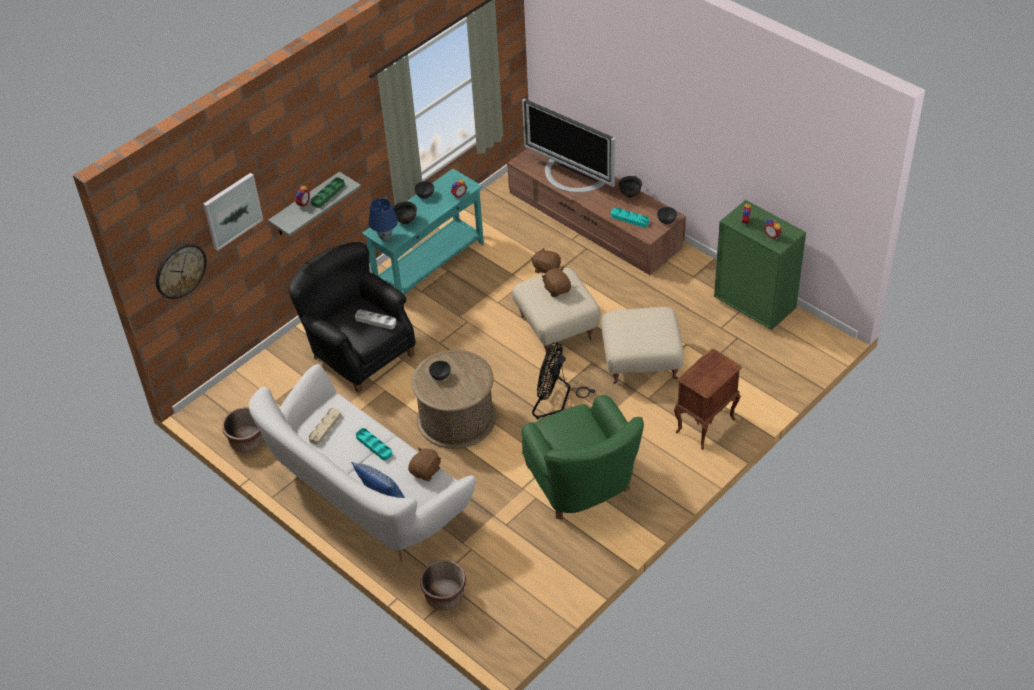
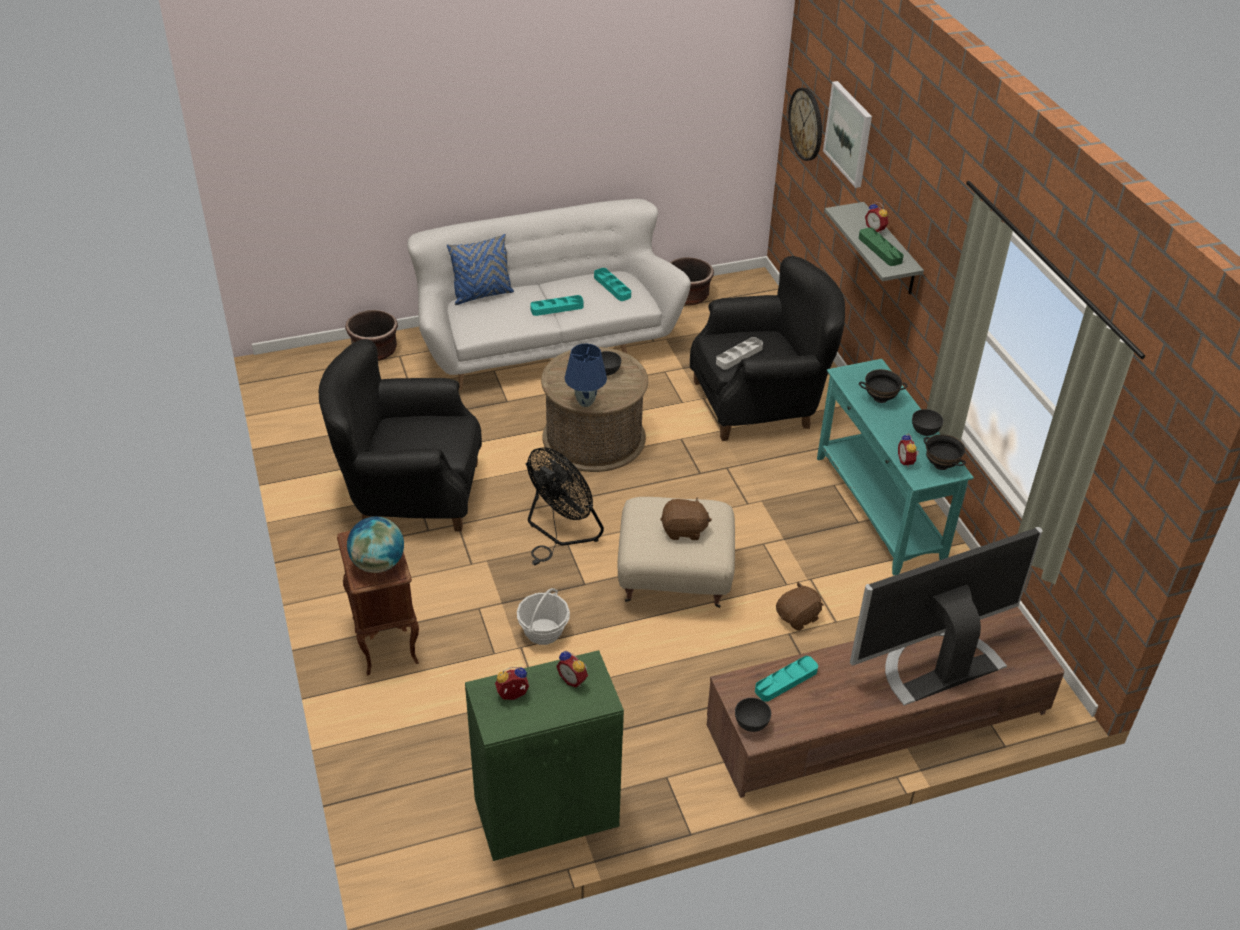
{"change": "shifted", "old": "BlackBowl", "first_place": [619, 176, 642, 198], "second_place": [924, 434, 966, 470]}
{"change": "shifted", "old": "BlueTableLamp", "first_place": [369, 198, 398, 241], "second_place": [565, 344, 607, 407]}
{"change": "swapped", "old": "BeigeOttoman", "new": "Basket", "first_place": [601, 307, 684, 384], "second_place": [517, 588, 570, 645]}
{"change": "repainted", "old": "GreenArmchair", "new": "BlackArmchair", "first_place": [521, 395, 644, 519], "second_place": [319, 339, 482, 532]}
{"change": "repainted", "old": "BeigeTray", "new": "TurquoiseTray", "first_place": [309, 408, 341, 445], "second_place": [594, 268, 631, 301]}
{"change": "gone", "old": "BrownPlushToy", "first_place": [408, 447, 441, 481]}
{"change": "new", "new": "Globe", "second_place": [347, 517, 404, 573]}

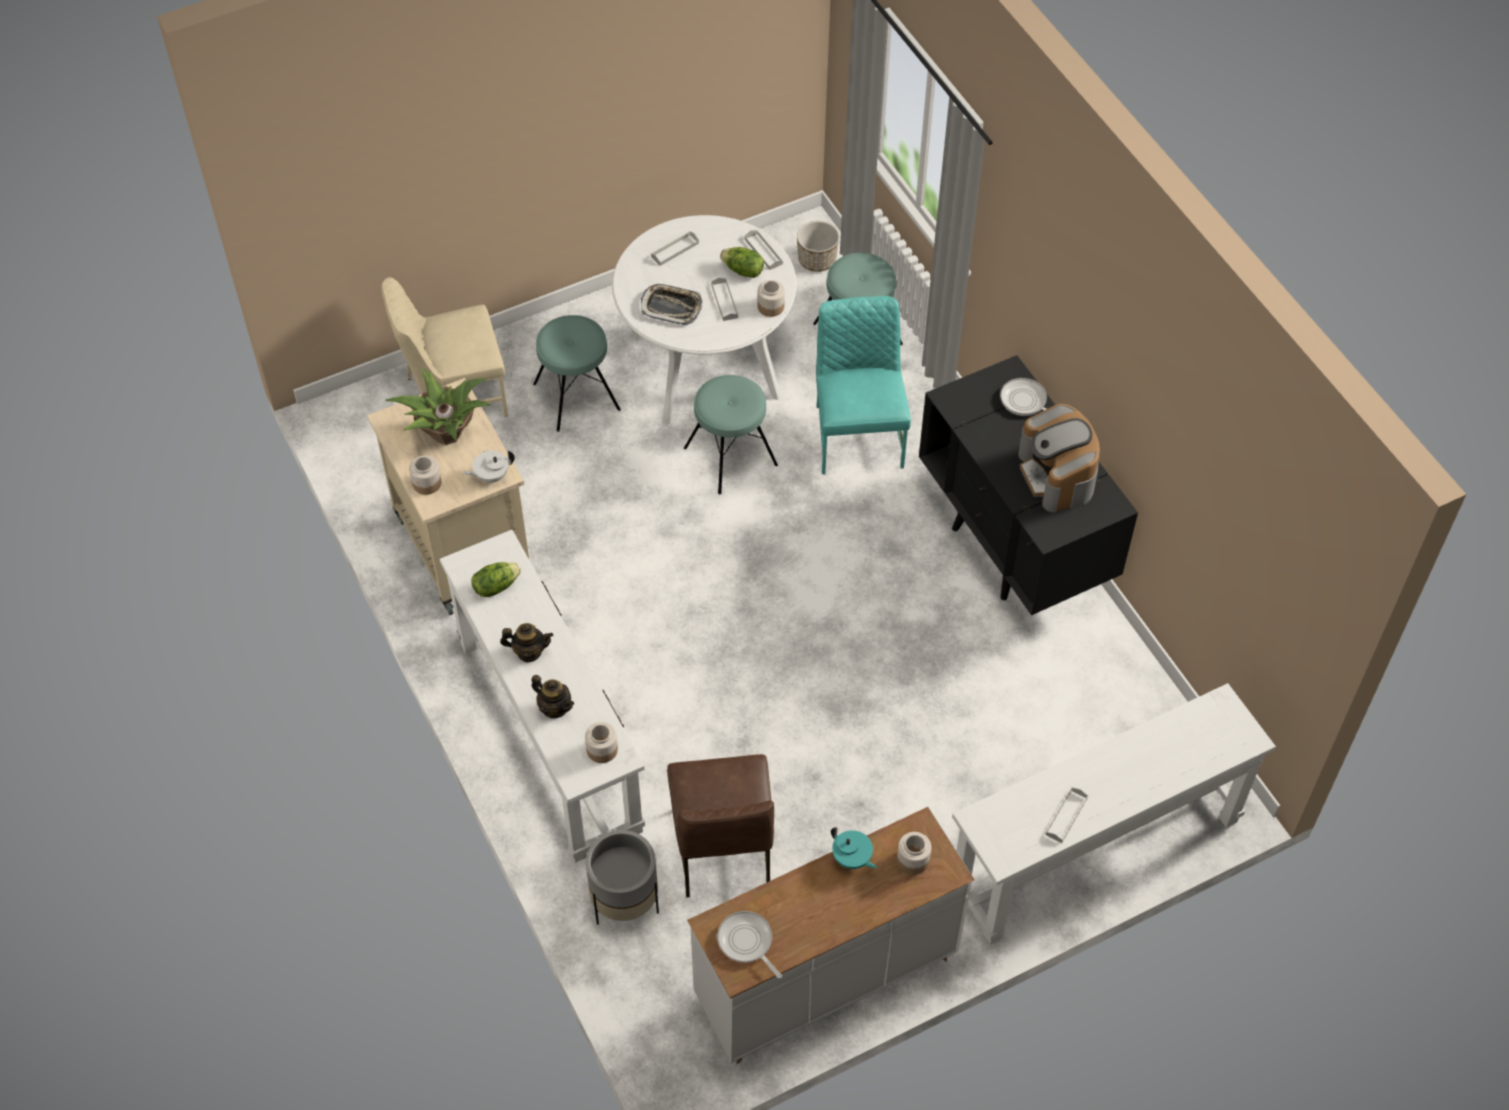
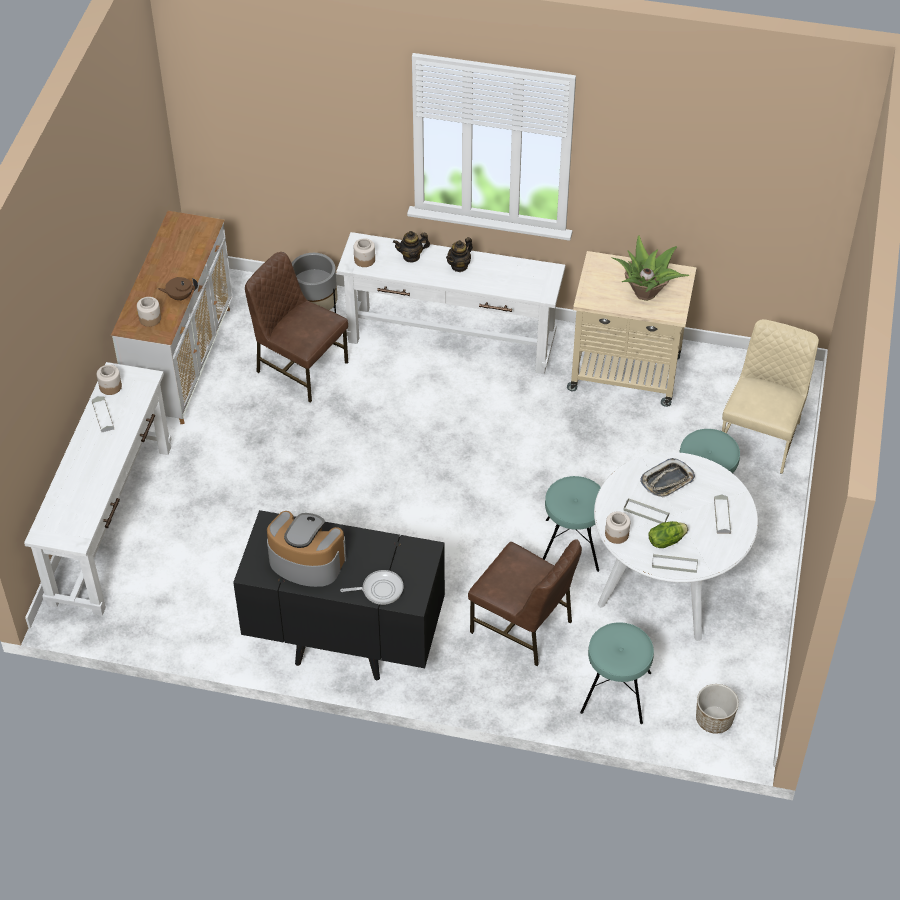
{"change": "repainted", "old": "TurquoiseChair", "new": "BrownChair", "first_place": [816, 296, 911, 474], "second_place": [468, 539, 582, 666]}
{"change": "gone", "old": "WhiteTeapot", "first_place": [463, 450, 515, 483]}
{"change": "shifted", "old": "Jar", "first_place": [409, 455, 441, 495], "second_place": [97, 365, 122, 395]}
{"change": "gone", "old": "Lettuce", "first_place": [471, 562, 521, 597]}
{"change": "repainted", "old": "TurquoiseTeapot", "new": "BrownTeapot", "first_place": [831, 827, 877, 869], "second_place": [158, 277, 198, 300]}
{"change": "gone", "old": "FryingPan", "first_place": [717, 911, 782, 979]}

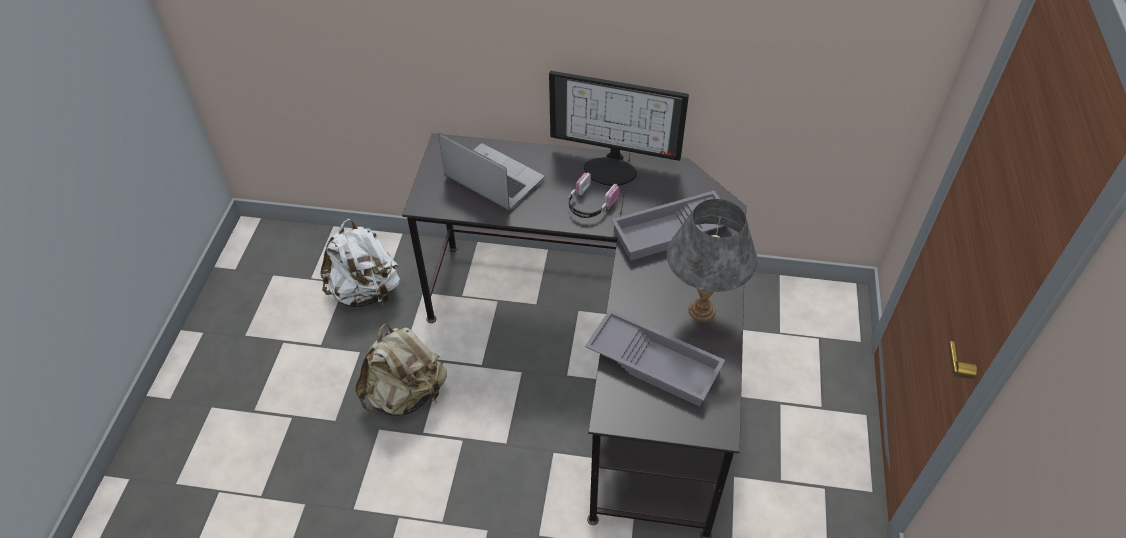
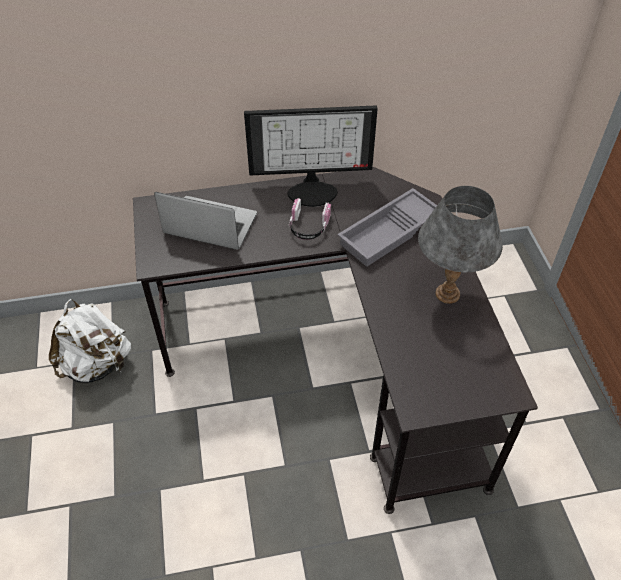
{"change": "gone", "old": "GreyTray", "first_place": [585, 309, 725, 407]}
{"change": "gone", "old": "BeigeBackpack", "first_place": [355, 323, 447, 416]}

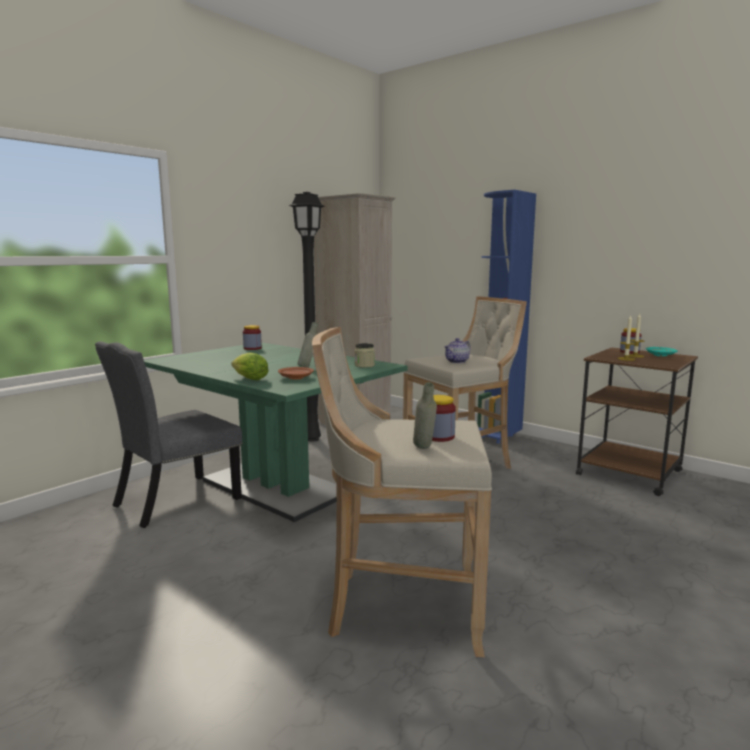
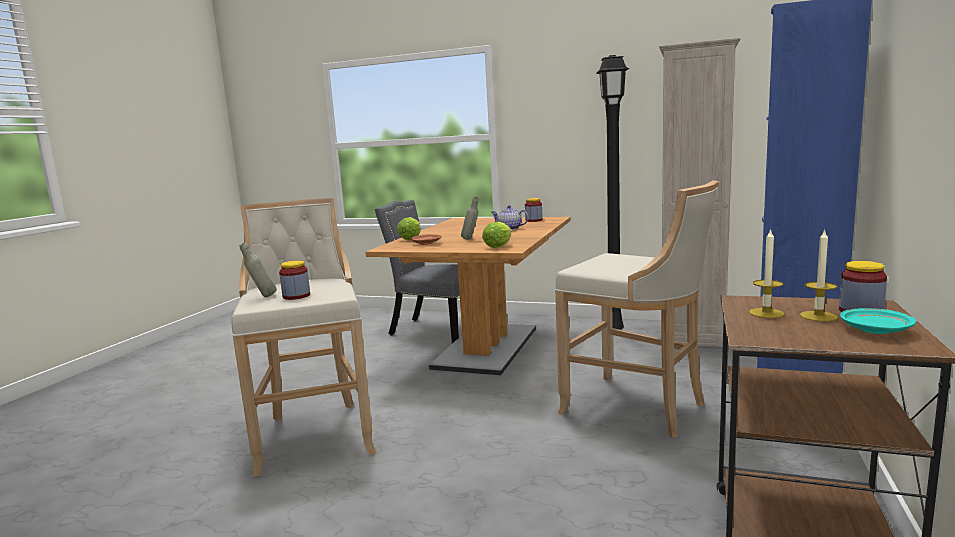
{"change": "shifted", "old": "Teapot", "first_place": [444, 338, 471, 363], "second_place": [491, 205, 529, 230]}
{"change": "repainted", "old": "GreenDiningTable", "new": "BrownDiningTable", "first_place": [144, 342, 408, 522], "second_place": [366, 217, 571, 375]}
{"change": "swapped", "old": "Jar", "new": "Lettuce", "first_place": [355, 343, 375, 368], "second_place": [482, 222, 512, 248]}

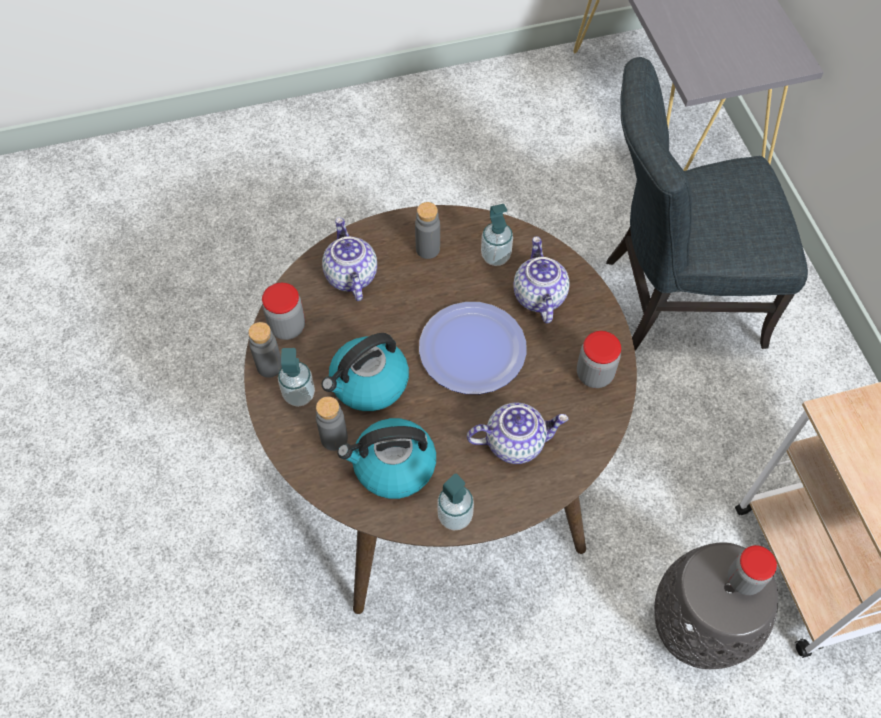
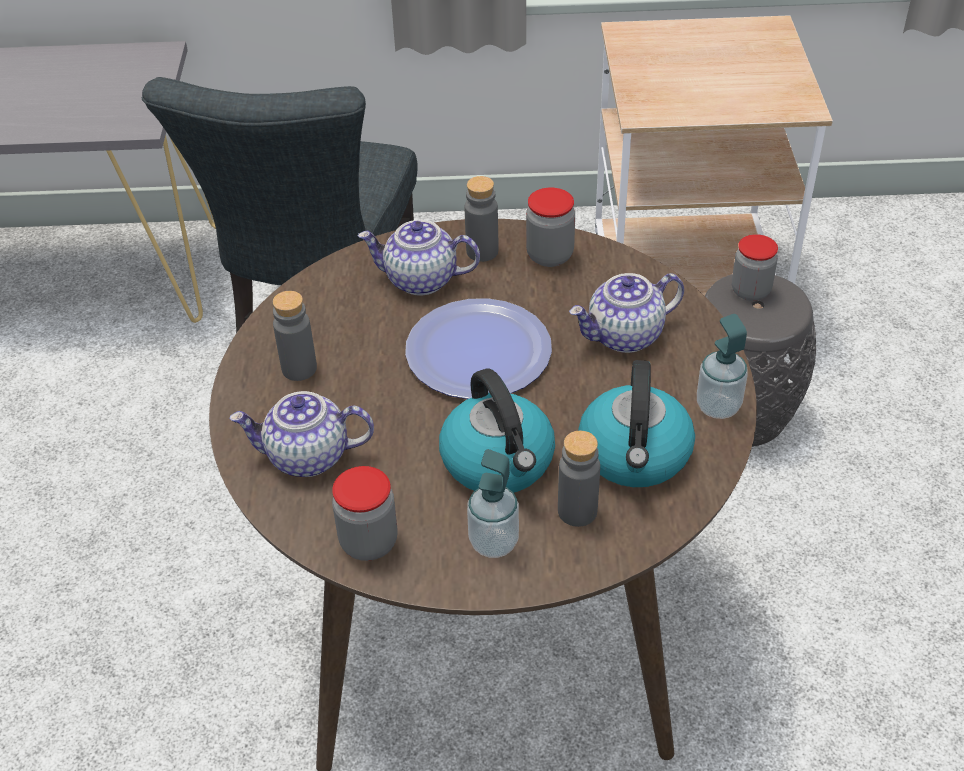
{"change": "gone", "old": "SoapDispenser", "first_place": [481, 204, 513, 266]}
{"change": "shifted", "old": "GreyBottle", "first_place": [248, 322, 282, 378], "second_place": [465, 176, 498, 262]}
{"change": "rotated", "old": "Teapot", "first_place": [467, 403, 568, 464], "second_place": [569, 273, 684, 353], "degrees": -120}

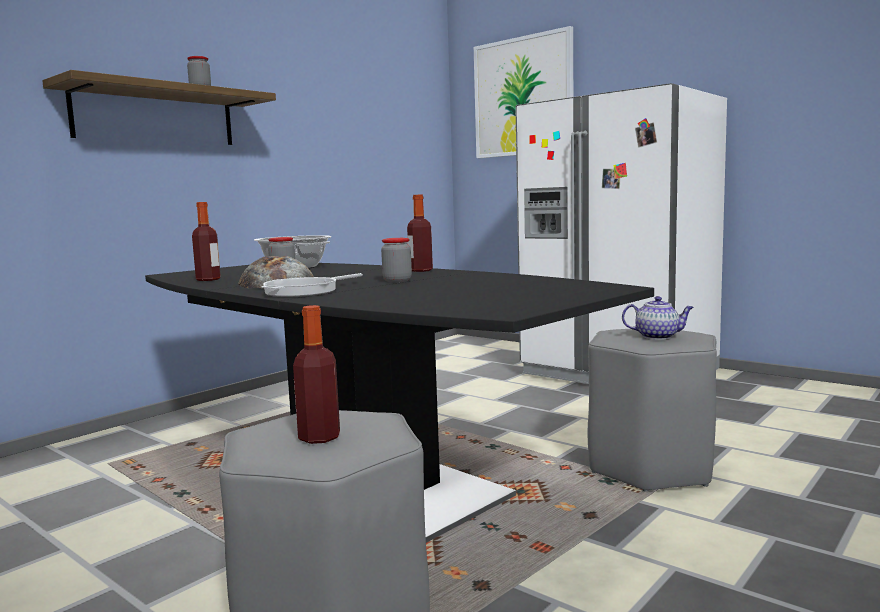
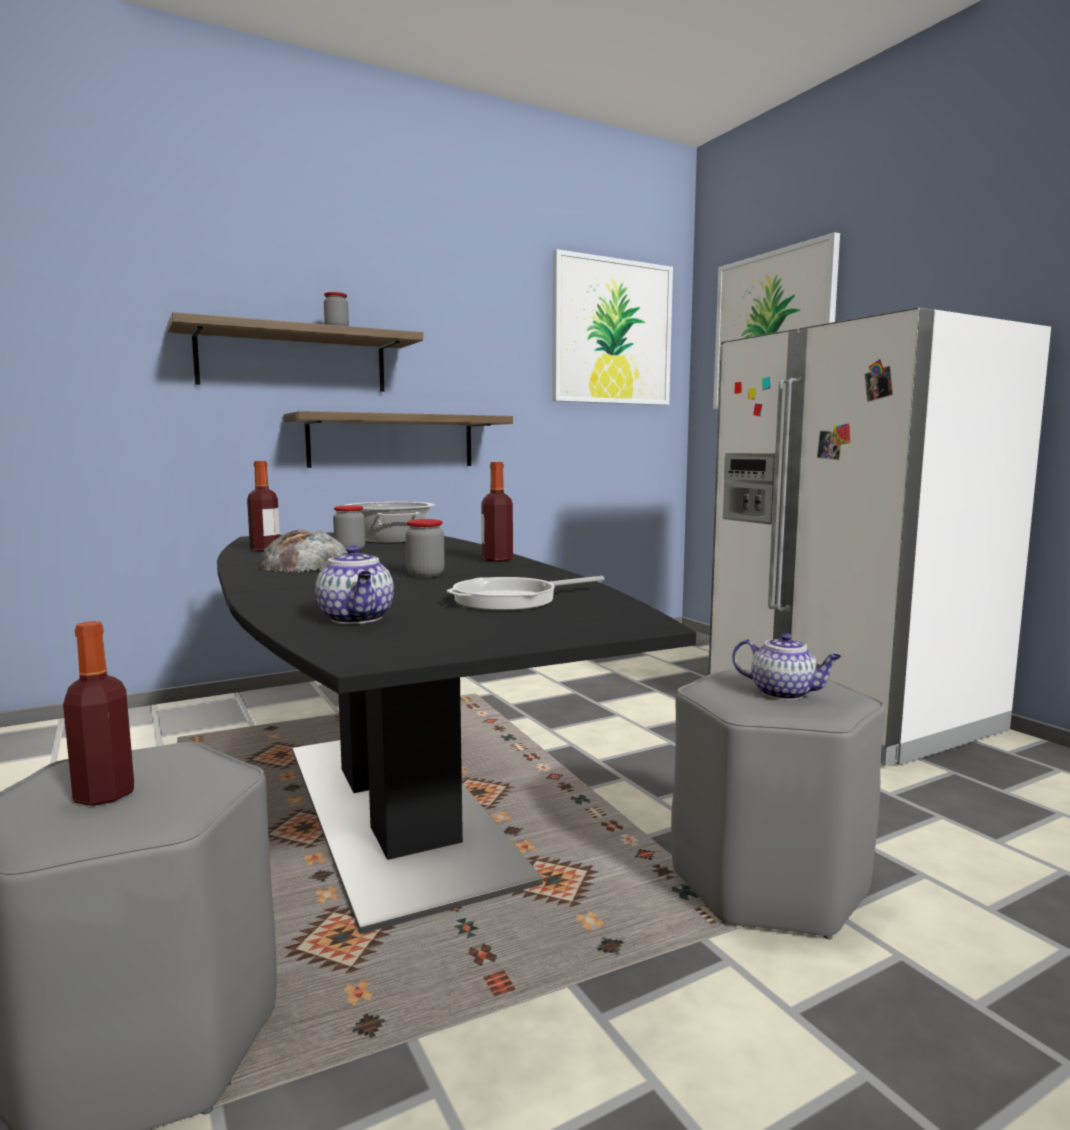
{"change": "shifted", "old": "FryingPan", "first_place": [262, 273, 363, 297], "second_place": [447, 576, 604, 611]}
{"change": "new", "new": "Picture", "second_place": [552, 249, 673, 405]}
{"change": "new", "new": "Shelf", "second_place": [284, 411, 513, 468]}
{"change": "new", "new": "Teapot", "second_place": [315, 545, 394, 624]}

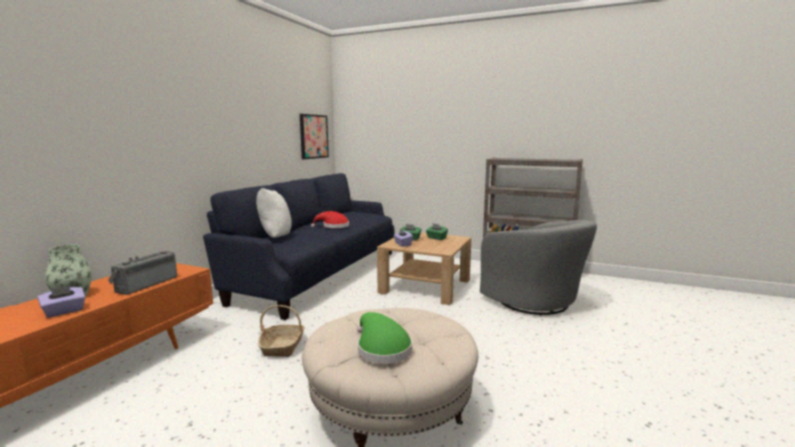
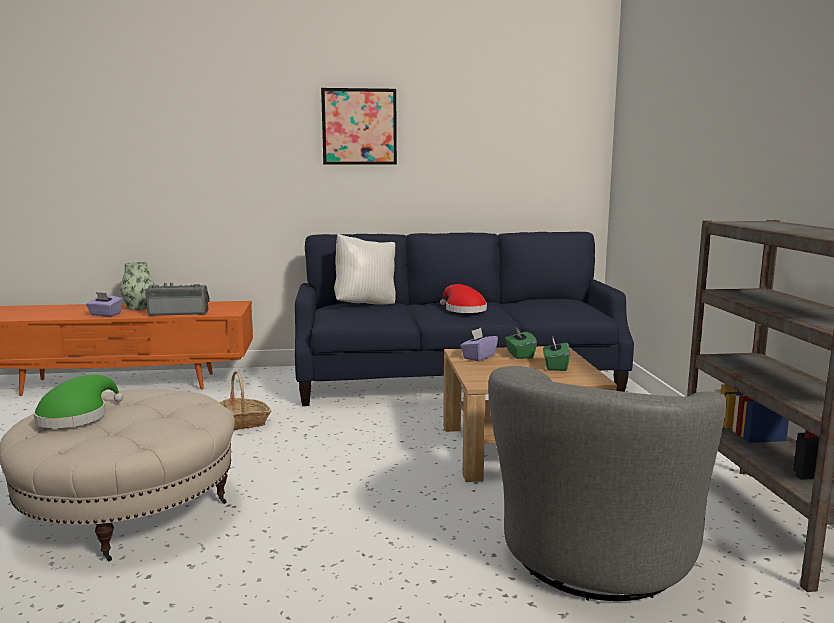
{"change": "shifted", "old": "Picture", "first_place": [300, 114, 329, 159], "second_place": [321, 88, 397, 164]}

